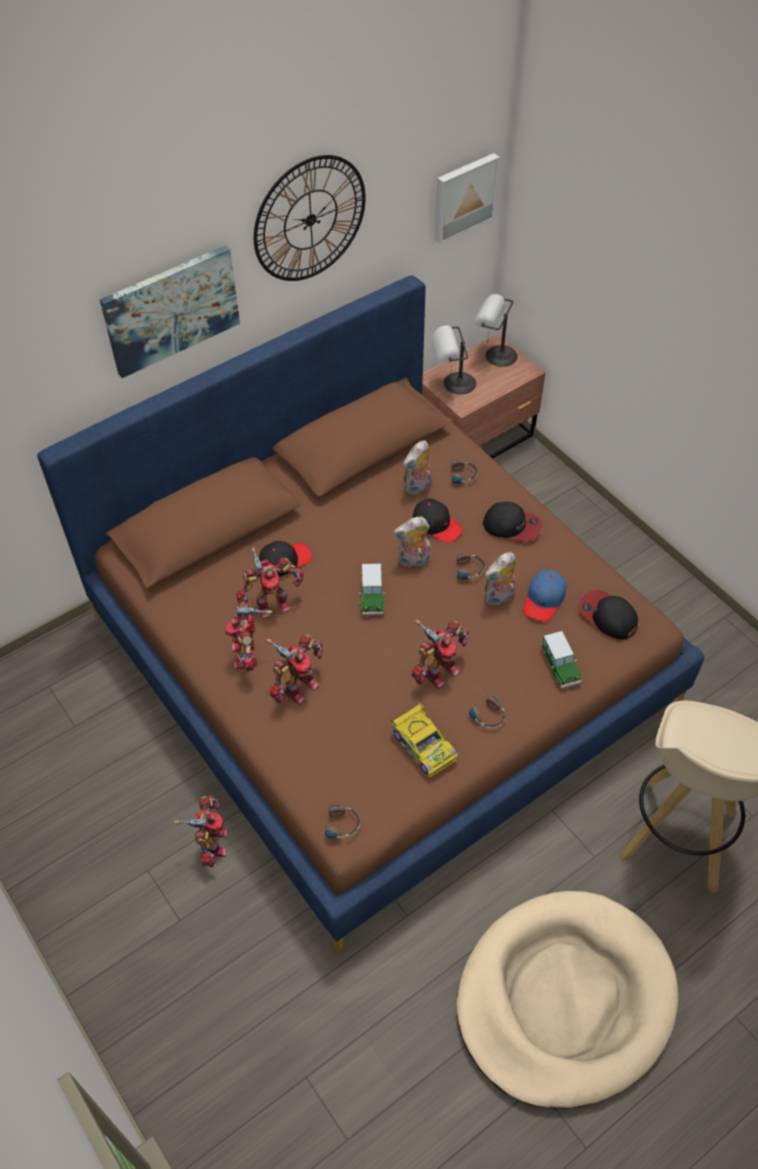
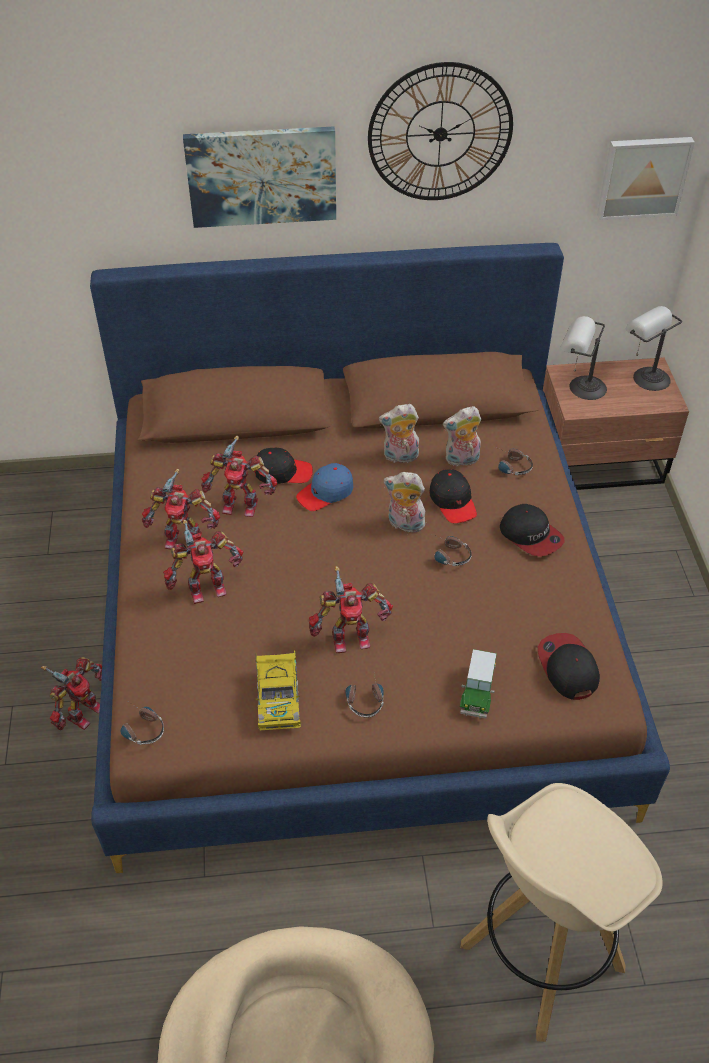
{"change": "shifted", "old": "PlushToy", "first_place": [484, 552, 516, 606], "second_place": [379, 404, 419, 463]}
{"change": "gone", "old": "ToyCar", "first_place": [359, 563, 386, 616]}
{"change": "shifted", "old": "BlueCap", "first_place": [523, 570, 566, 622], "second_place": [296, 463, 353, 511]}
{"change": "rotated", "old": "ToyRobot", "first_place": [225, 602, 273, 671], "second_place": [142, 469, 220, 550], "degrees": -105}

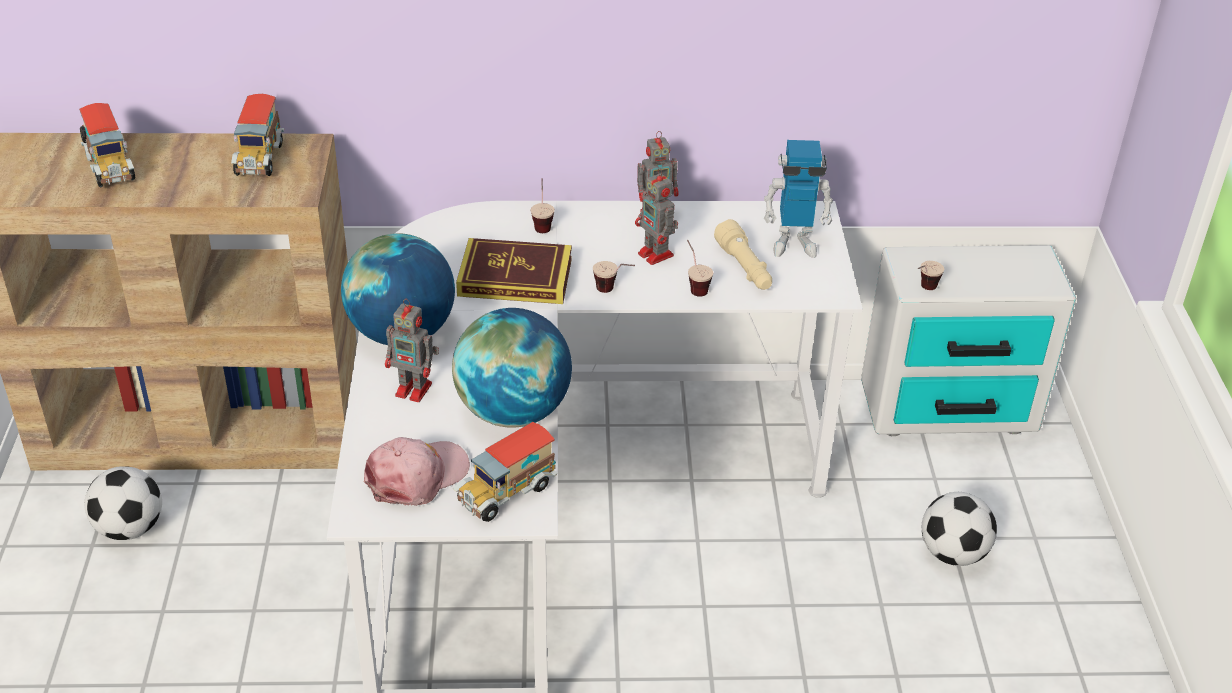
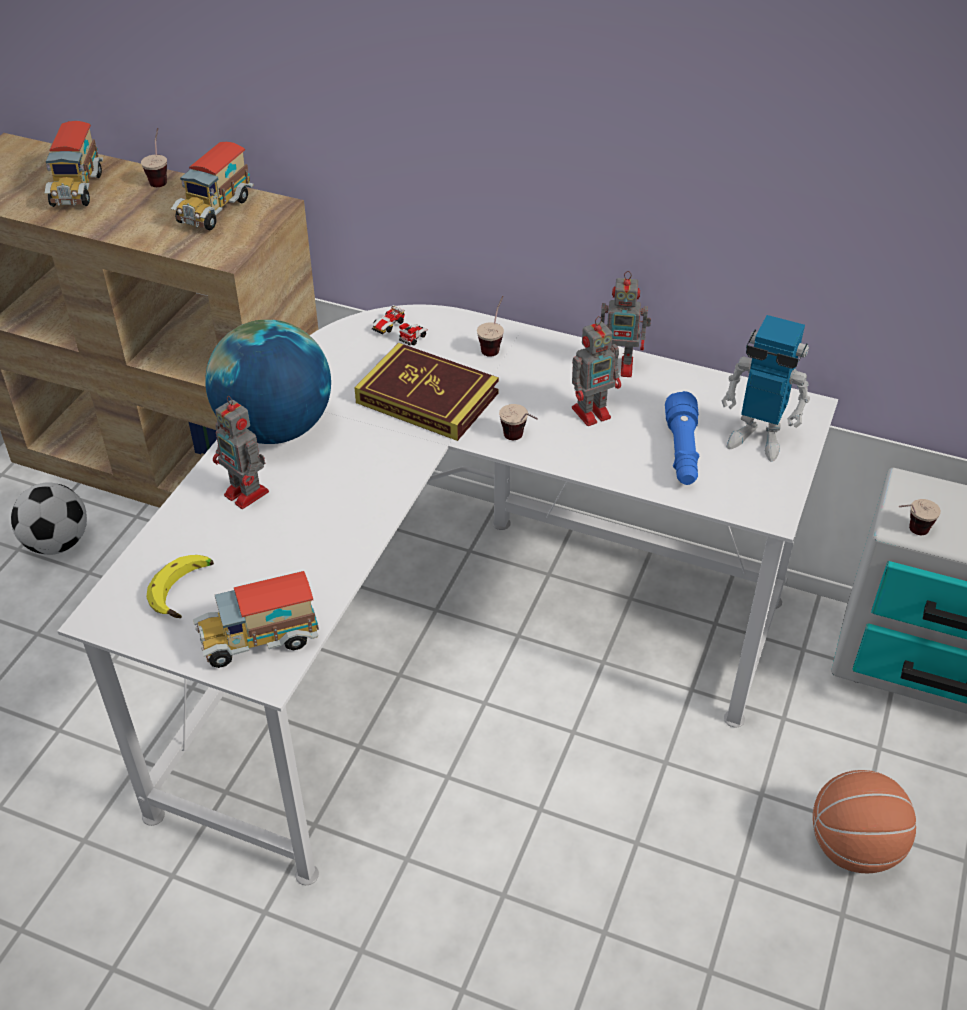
{"change": "rotated", "old": "ToyRobot", "first_place": [635, 168, 678, 265], "second_place": [572, 316, 621, 426], "degrees": -105}
{"change": "repainted", "old": "BeigeFlashlight", "new": "BlueFlashlight", "first_place": [714, 219, 772, 290], "second_place": [665, 391, 699, 485]}
{"change": "shifted", "old": "Cup", "first_place": [687, 240, 713, 297], "second_place": [141, 128, 167, 187]}
{"change": "gone", "old": "Globe", "first_place": [452, 308, 572, 428]}
{"change": "swapped", "old": "PinkCap", "new": "Banana", "first_place": [364, 437, 470, 506], "second_place": [147, 555, 214, 618]}
{"change": "swapped", "old": "Football", "new": "Basketball", "first_place": [922, 492, 997, 566], "second_place": [813, 770, 916, 873]}
{"change": "new", "new": "ToyCar", "second_place": [372, 305, 428, 346]}

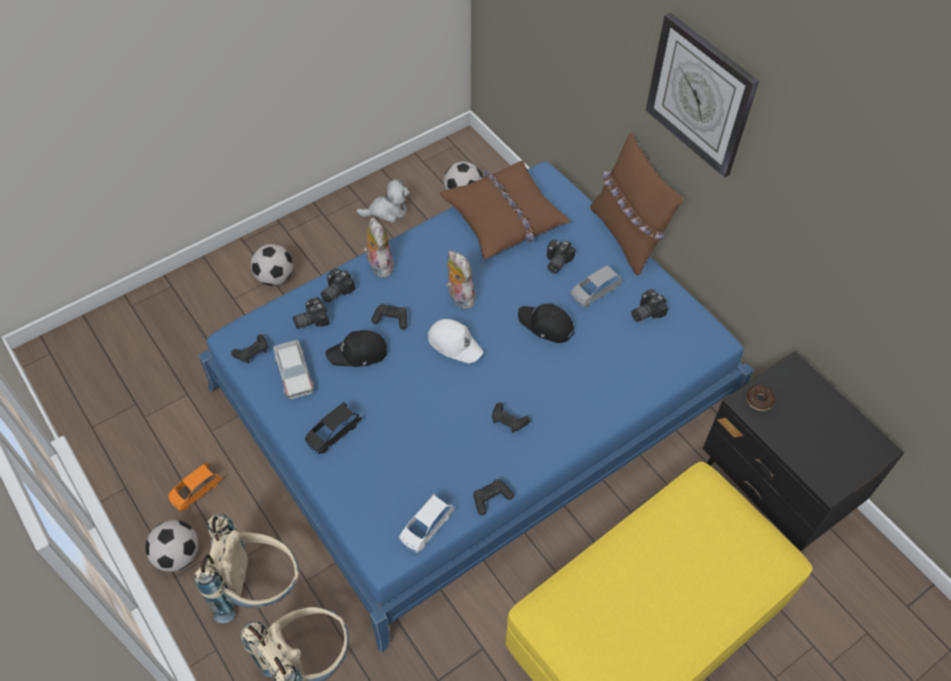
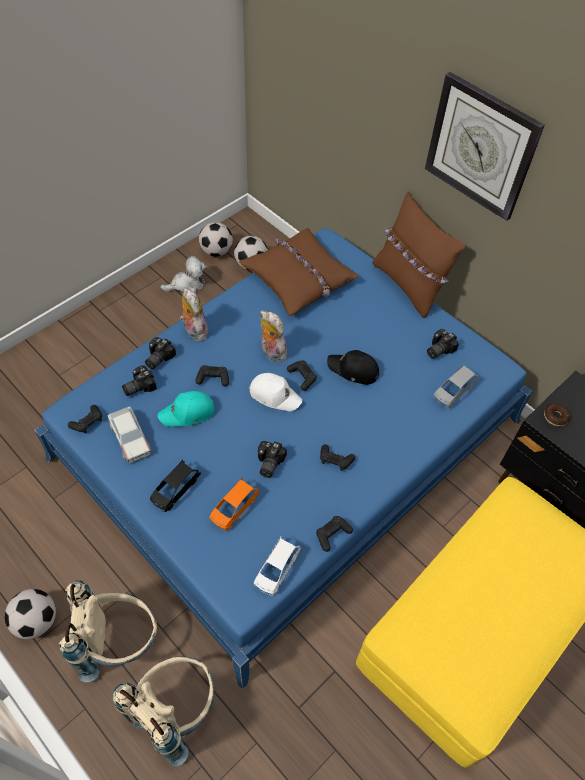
{"change": "shifted", "old": "PhotoCamera", "first_place": [547, 240, 576, 274], "second_place": [258, 441, 287, 478]}
{"change": "shifted", "old": "Football", "first_place": [251, 244, 293, 286], "second_place": [199, 222, 233, 257]}
{"change": "shifted", "old": "GreyToyCar", "first_place": [570, 265, 622, 307], "second_place": [433, 365, 478, 408]}
{"change": "repainted", "old": "BlackCap", "new": "TurquoiseCap", "first_place": [325, 330, 387, 367], "second_place": [157, 391, 214, 427]}
{"change": "shifted", "old": "OrangeToyCar", "first_place": [168, 462, 222, 511], "second_place": [209, 478, 260, 531]}
{"change": "new", "new": "BlackGameController", "second_place": [287, 360, 317, 391]}

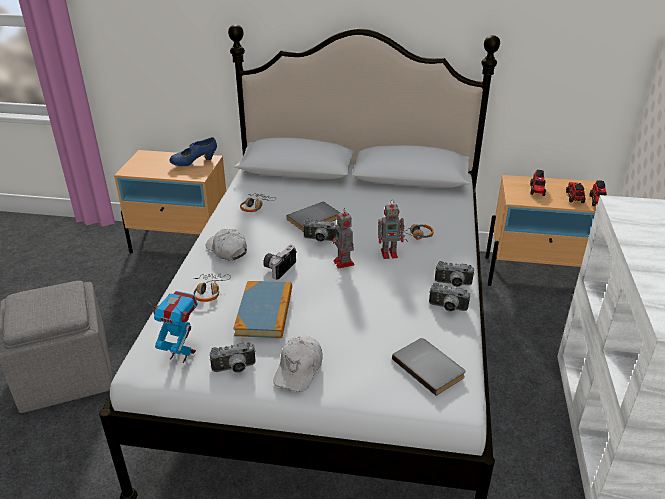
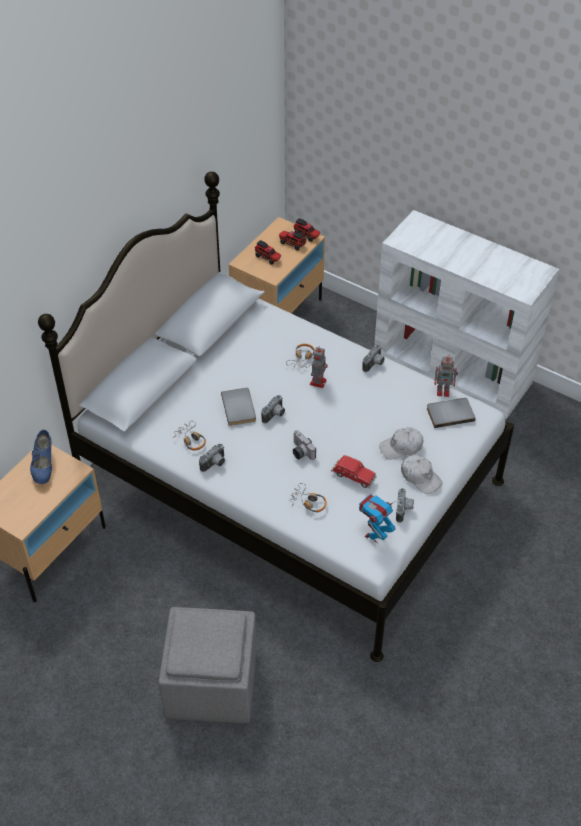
{"change": "shifted", "old": "ToyRobot", "first_place": [332, 208, 354, 269], "second_place": [434, 355, 458, 397]}
{"change": "shifted", "old": "WhiteCap", "first_place": [206, 229, 247, 261], "second_place": [379, 427, 423, 460]}
{"change": "swapped", "old": "Book", "new": "RedToyCar", "first_place": [233, 281, 292, 338], "second_place": [331, 455, 377, 488]}
{"change": "shifted", "old": "PhotoCamera", "first_place": [429, 283, 470, 312], "second_place": [199, 444, 225, 472]}

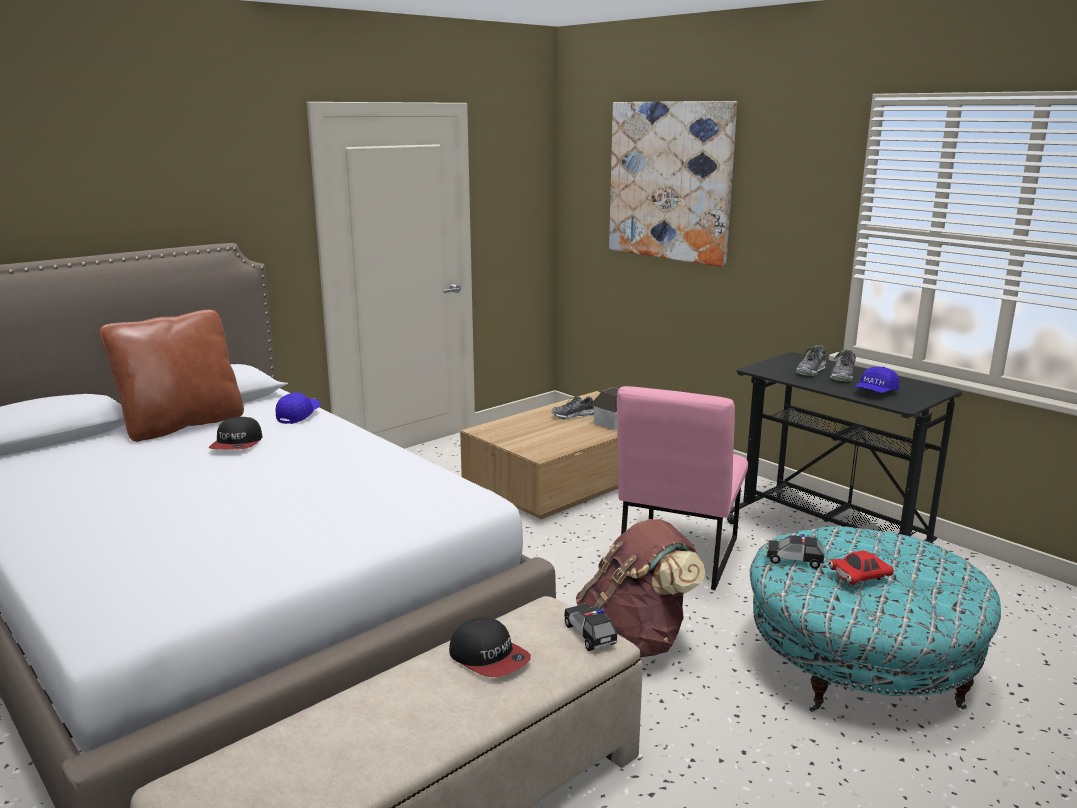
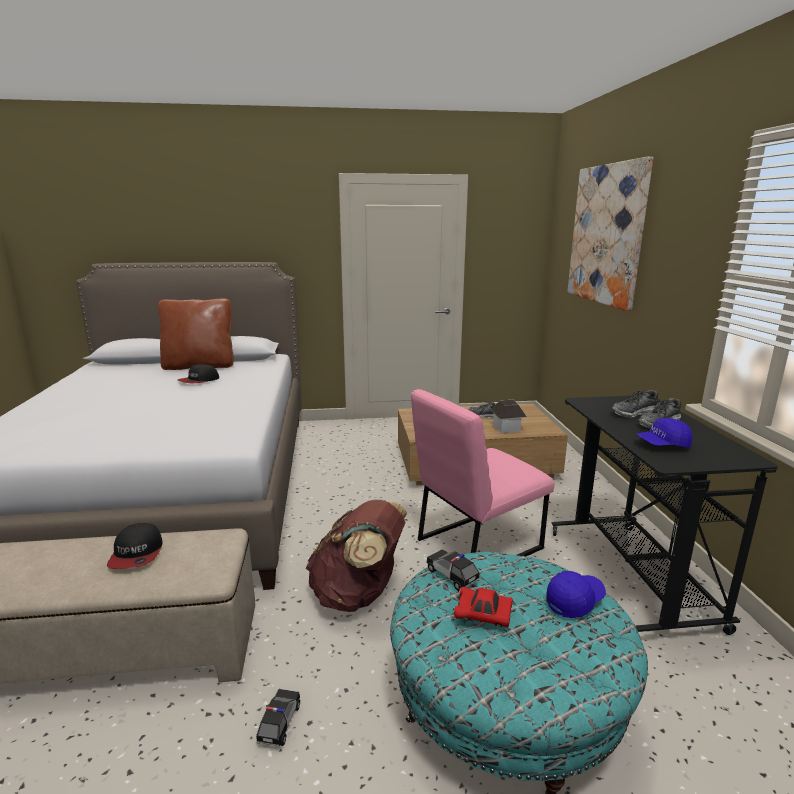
{"change": "shifted", "old": "BlueCap", "first_place": [276, 392, 321, 424], "second_place": [546, 571, 606, 618]}
{"change": "shifted", "old": "ToyCar", "first_place": [564, 603, 617, 651], "second_place": [256, 689, 300, 748]}

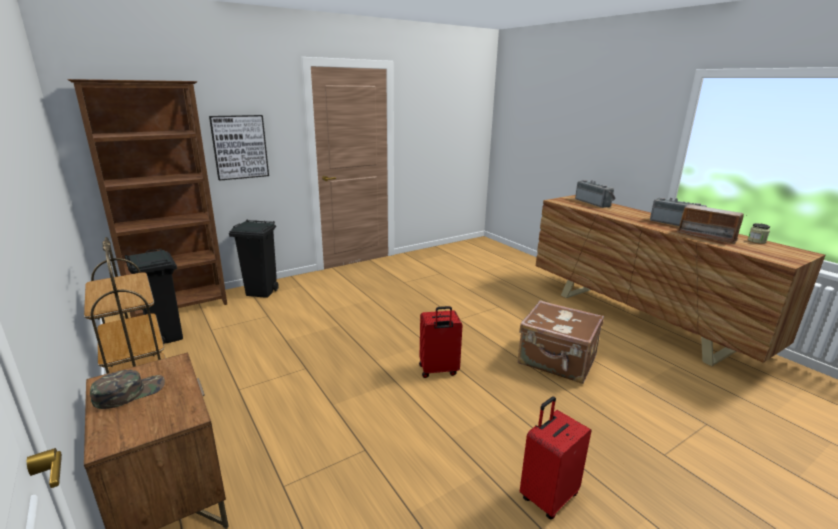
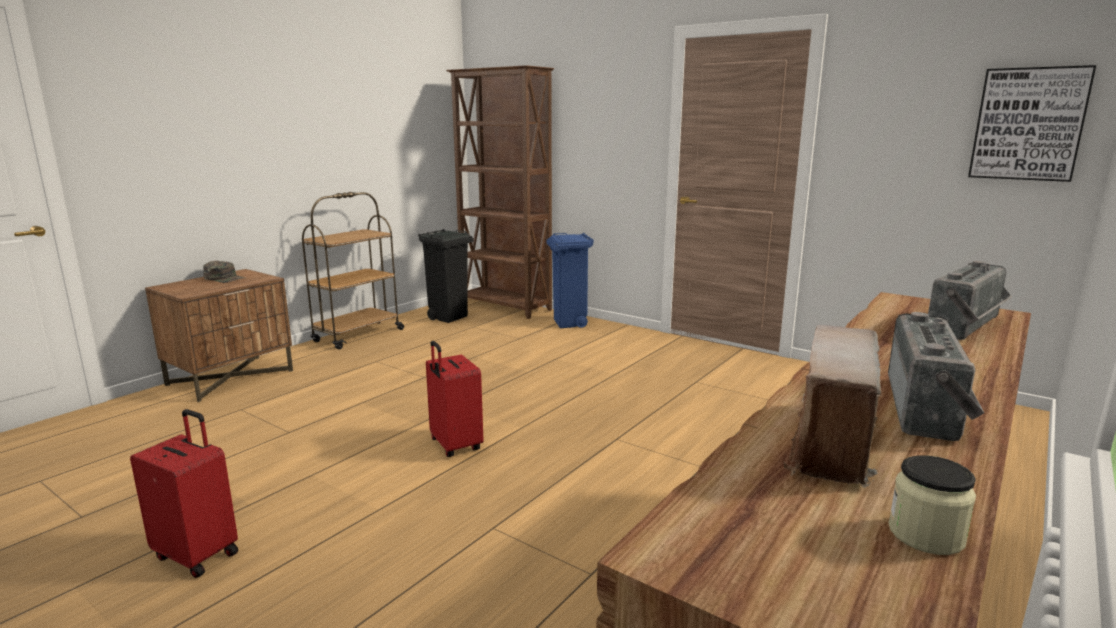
{"change": "shifted", "old": "Picture", "first_place": [209, 115, 269, 181], "second_place": [968, 65, 1096, 182]}
{"change": "repainted", "old": "BlackTrashCan", "new": "BlueTrashCan", "first_place": [229, 220, 279, 298], "second_place": [547, 233, 594, 328]}
{"change": "gone", "old": "BrownSuitcase", "first_place": [518, 300, 604, 384]}

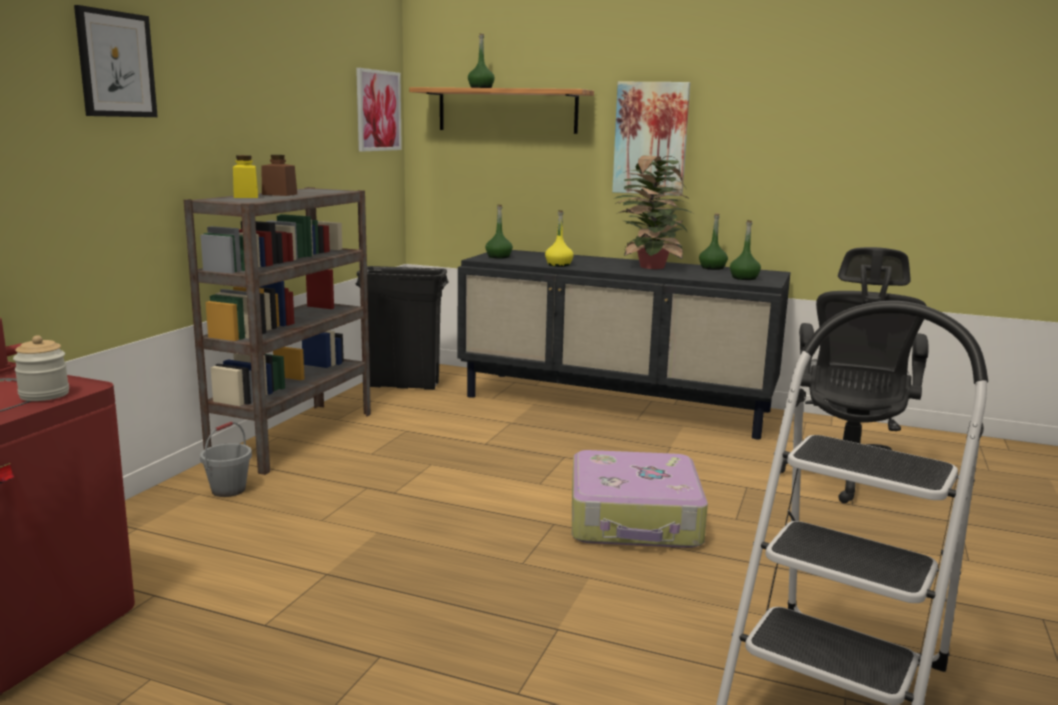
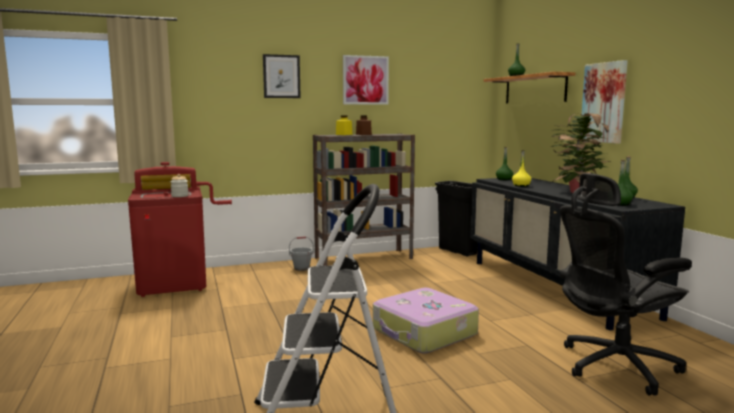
{"change": "shifted", "old": "Picture", "first_place": [356, 68, 402, 152], "second_place": [343, 55, 389, 105]}

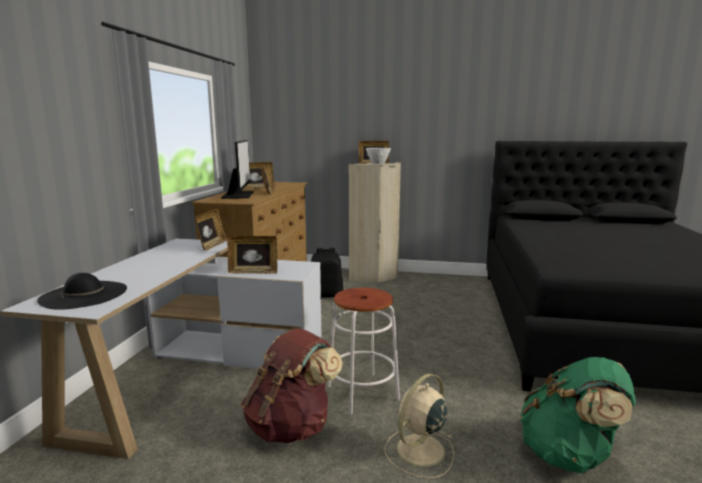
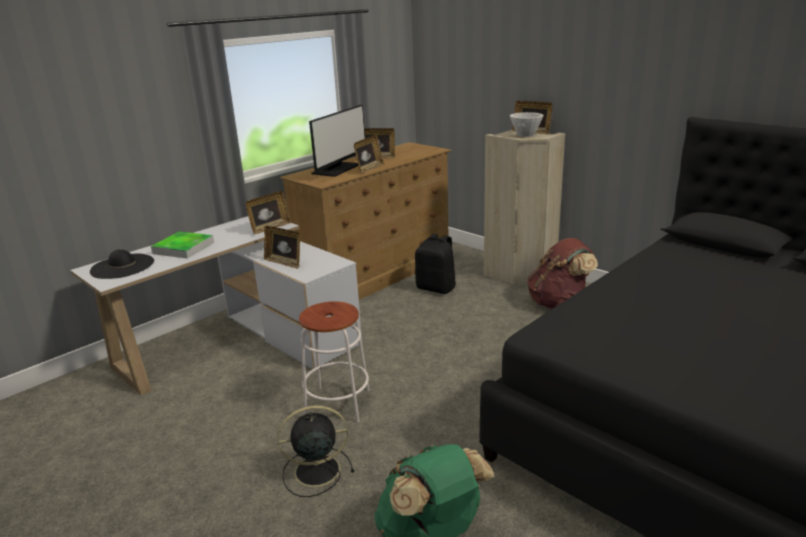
{"change": "shifted", "old": "BrownBackpack", "first_place": [241, 328, 343, 443], "second_place": [527, 238, 598, 308]}
{"change": "repainted", "old": "BeigeFan", "new": "BlackFan", "first_place": [385, 374, 454, 479], "second_place": [278, 405, 354, 497]}
{"change": "new", "new": "Tray", "second_place": [151, 231, 214, 259]}

